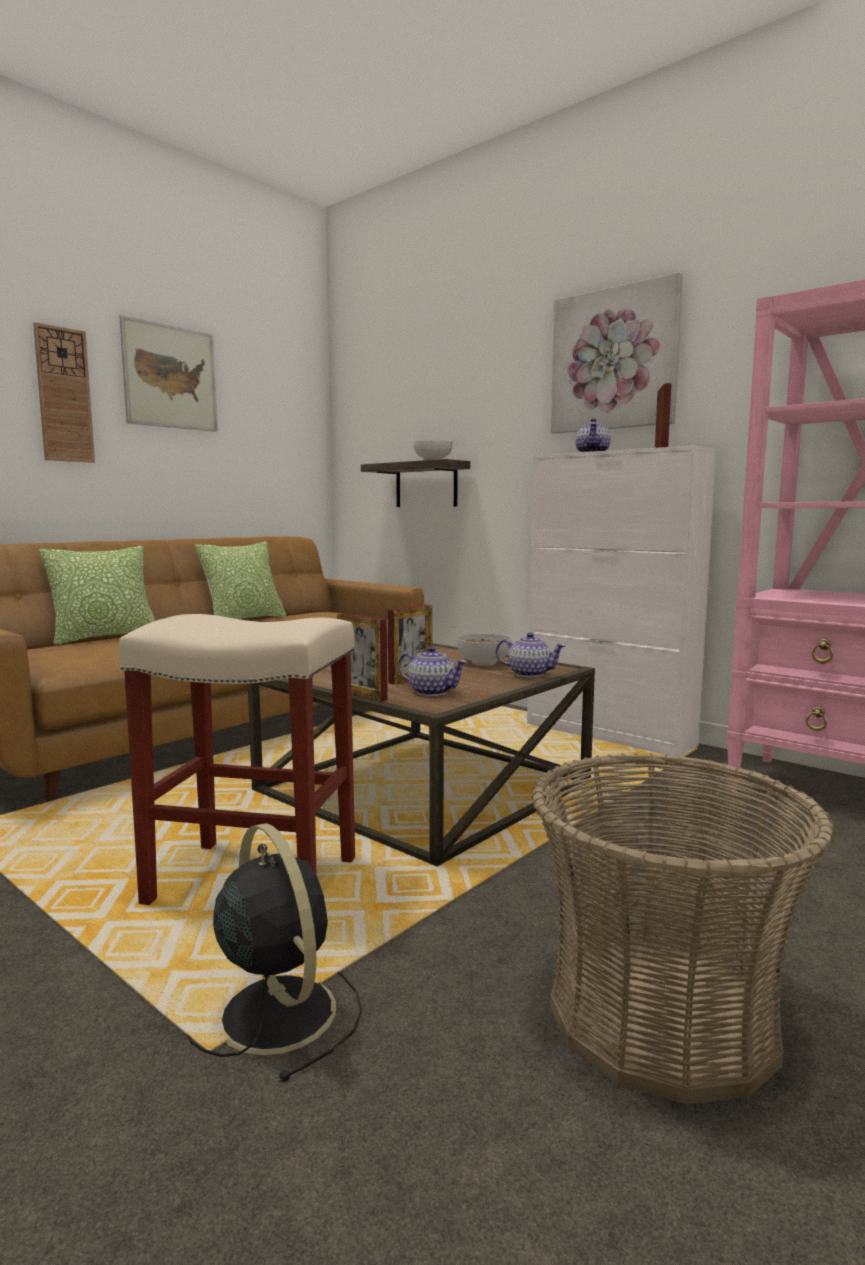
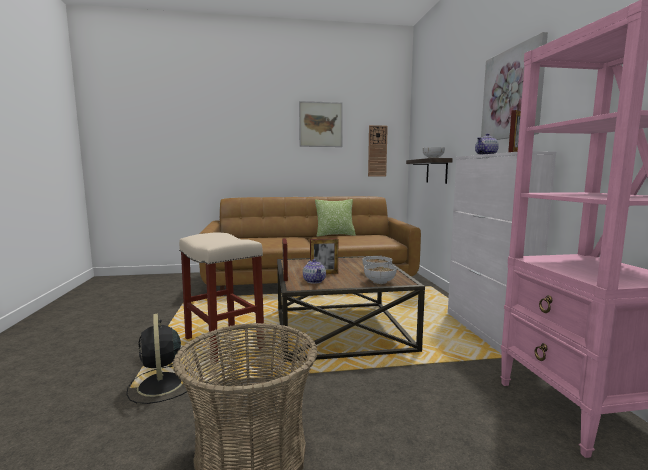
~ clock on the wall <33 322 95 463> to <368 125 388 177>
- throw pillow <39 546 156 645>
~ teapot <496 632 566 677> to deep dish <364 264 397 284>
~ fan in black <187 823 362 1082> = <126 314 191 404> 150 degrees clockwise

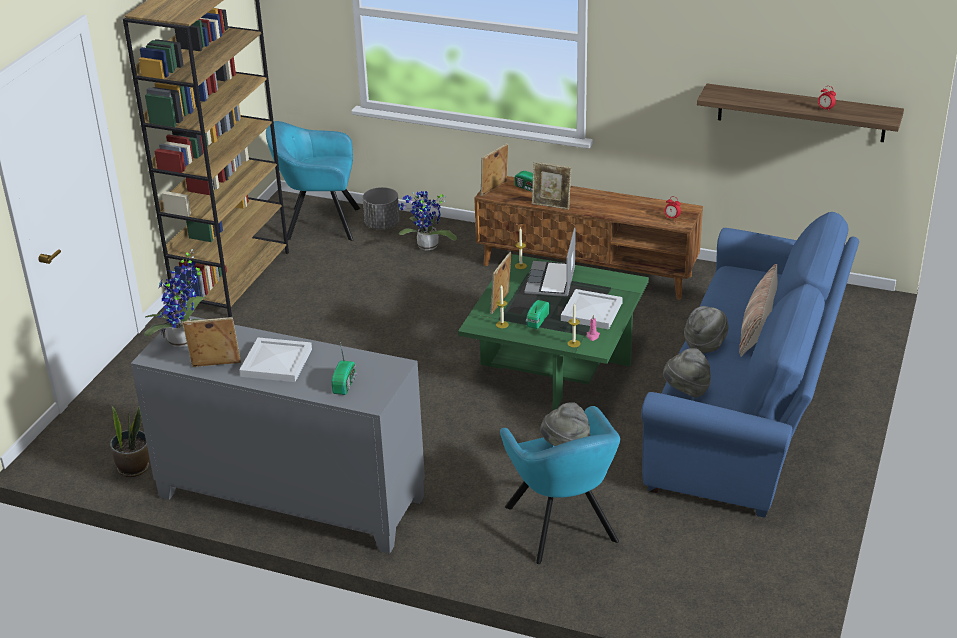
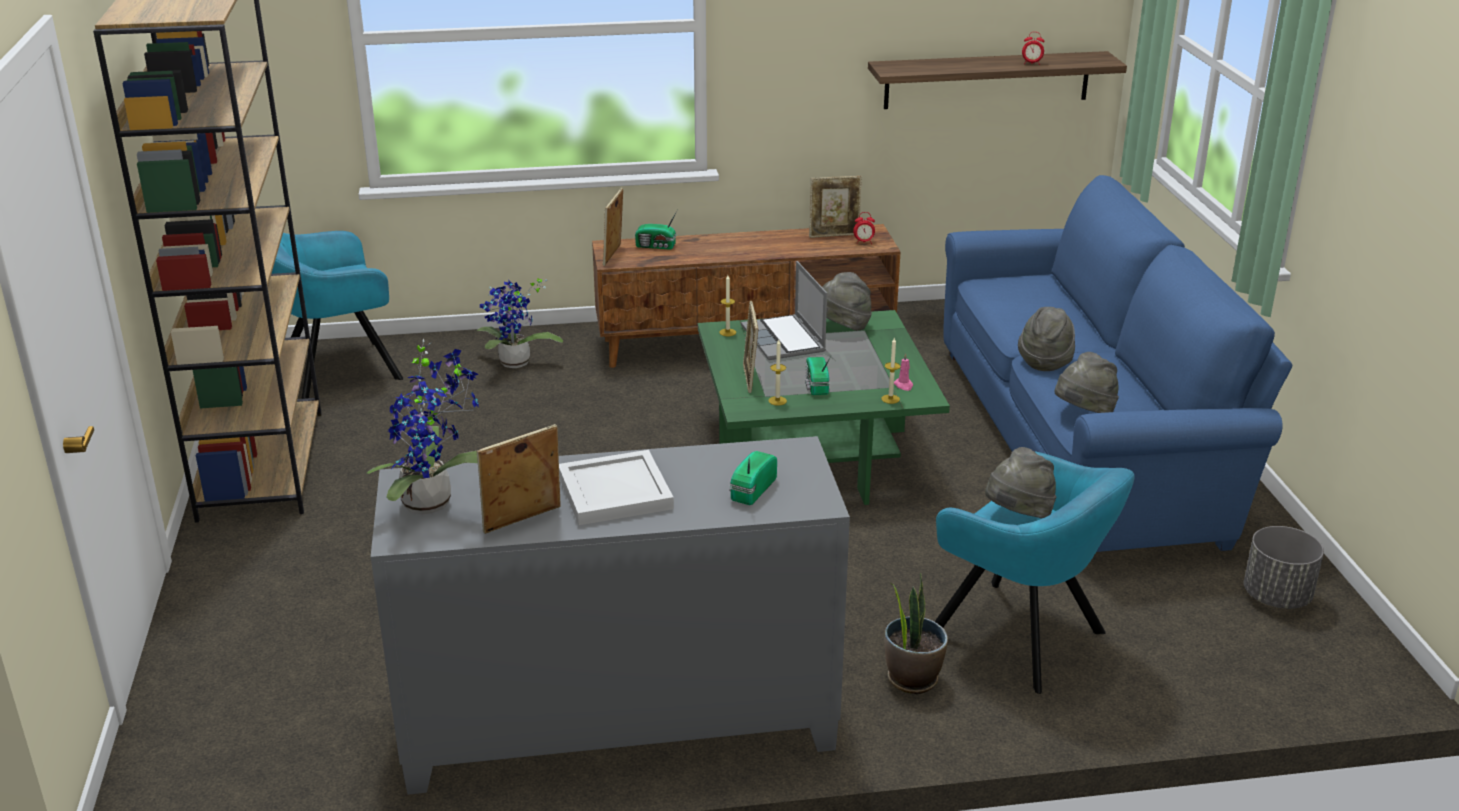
~ picture frame <532 162 571 210> to <809 176 862 238>
~ plant pot in greyish <363 187 400 229> to <1244 526 1324 609>
- throw pillow <739 264 777 357>
- carrying tray in whitish <561 289 623 329>
~ radio set <332 342 357 395> = <729 451 777 505> 135 degrees counterclockwise
~ potted plant <110 405 149 477> to <884 573 948 694>
+ wearable hat in greyish <822 272 872 331>

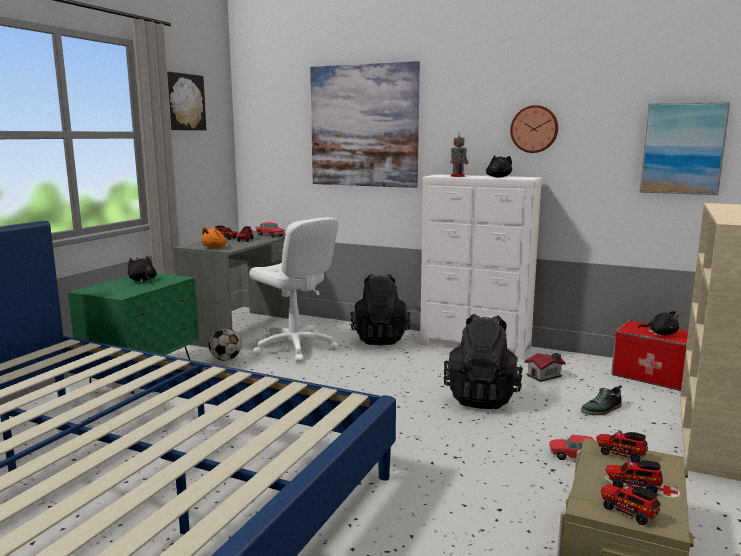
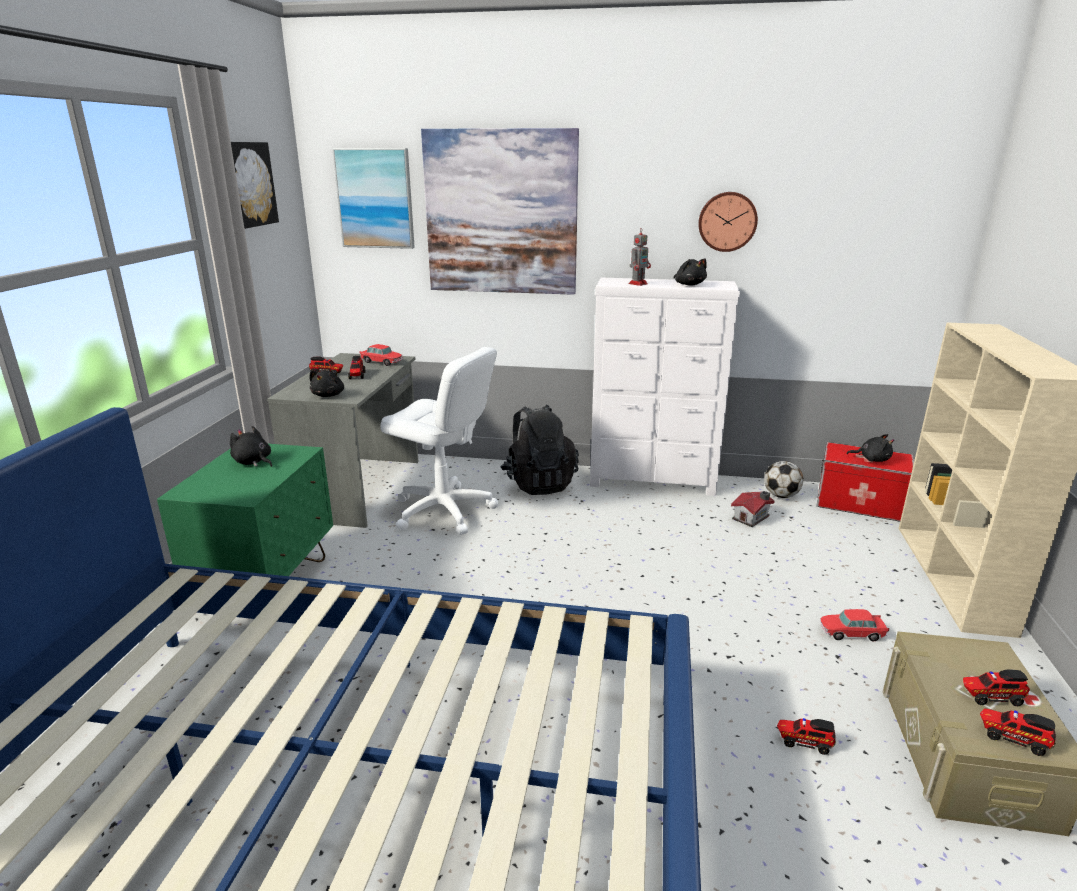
~ wall picture <640 102 730 195> to <332 148 415 249>
~ plush toy in orange-coloured <202 227 227 248> to plush toy in black <309 370 344 397>
- rucksack in black <443 314 523 409>
~ football <209 328 242 361> to <764 461 804 498>
- low shoe <581 385 622 415>
~ toy truck <596 431 648 463> to <777 718 836 755>

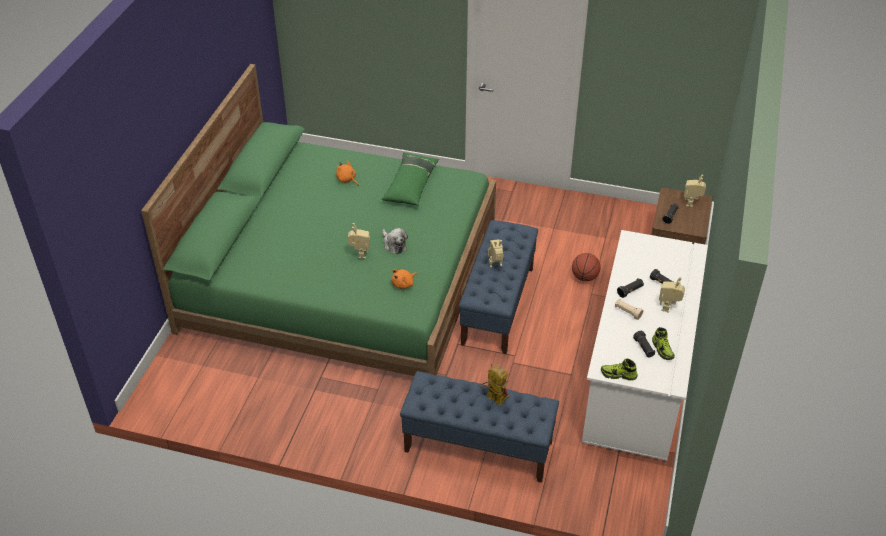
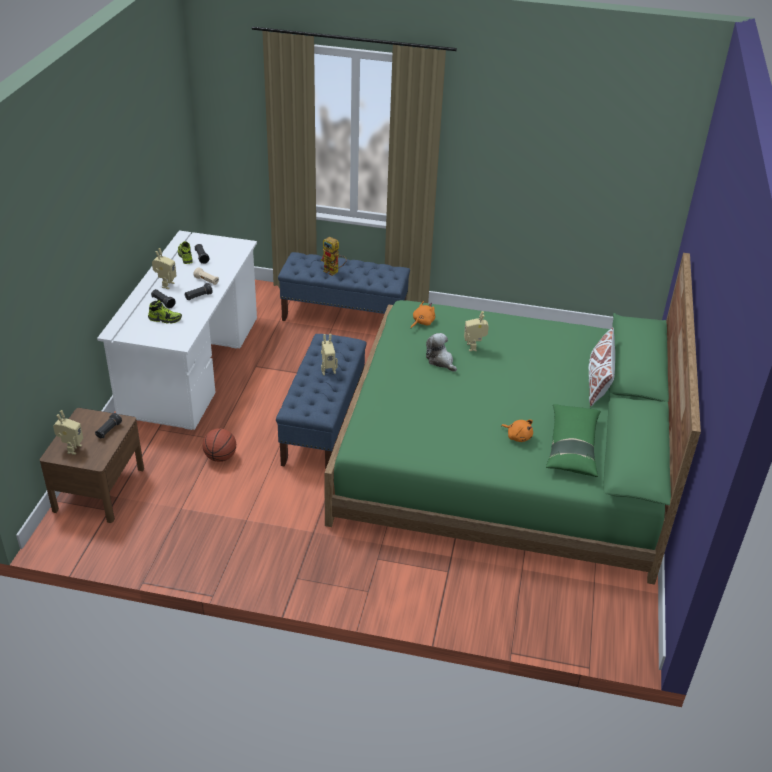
~ throw pillow in green <381 153 439 206> to <546 404 601 477>
~ low shoe <601 358 638 381> to <148 300 182 324>
+ throw pillow in whitish <589 327 615 406>

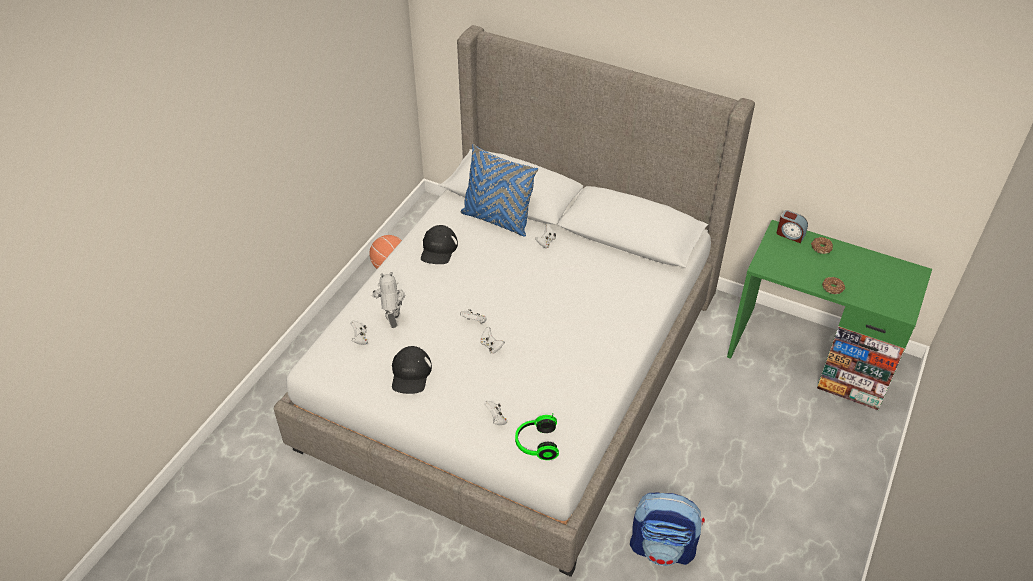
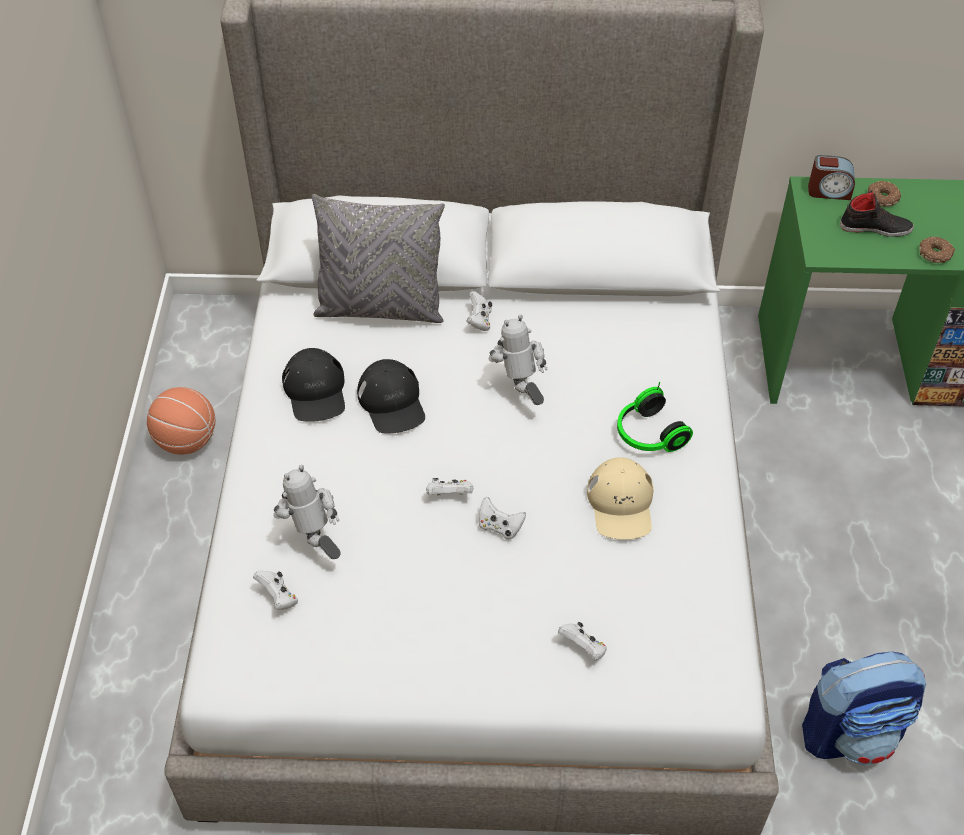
~ throw pillow in bluish <461 144 538 237> to throw pillow in greyish <312 194 445 323>
~ cap in black <392 346 432 394> to <357 359 425 433>
~ pair of headphones <515 414 559 460> to <617 382 693 452>
+ low shoe in black <840 190 914 237>
+ robot figure <489 315 547 405>
+ cap in beige-coloured <587 457 654 540>

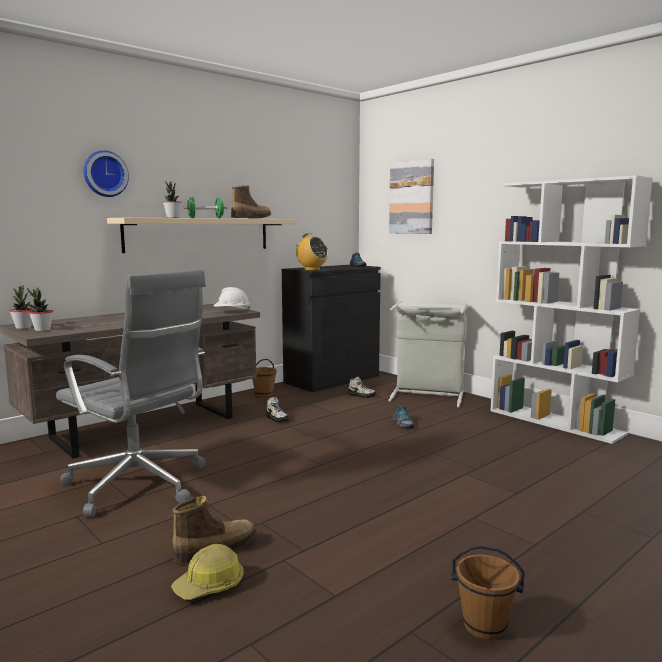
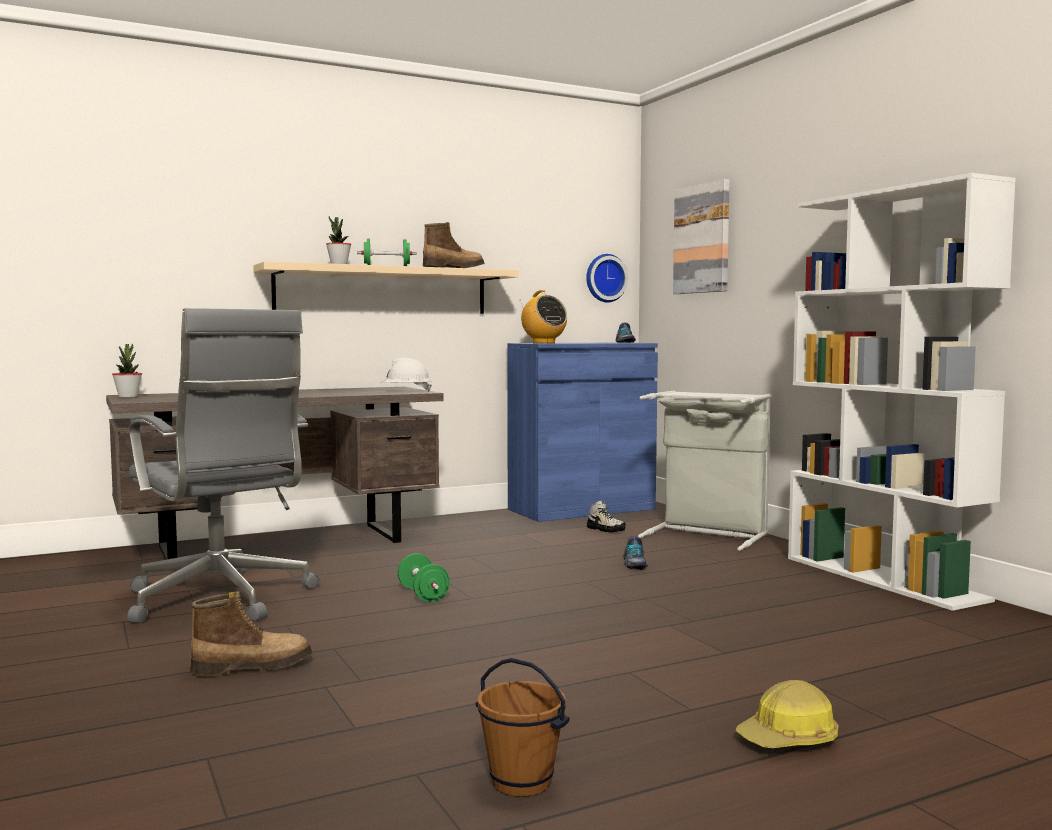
~ clock on the wall <83 150 129 197> to <586 254 628 302>
~ storage cabinet in black <282 265 381 392> to storage cabinet in bluish <507 342 658 522>
- potted plant <27 288 53 331>
- bucket in brown <252 359 276 397>
- low shoe <266 397 289 422>
~ hard hat <171 544 244 600> to <736 680 838 748>
+ free weight in green <398 553 450 602>

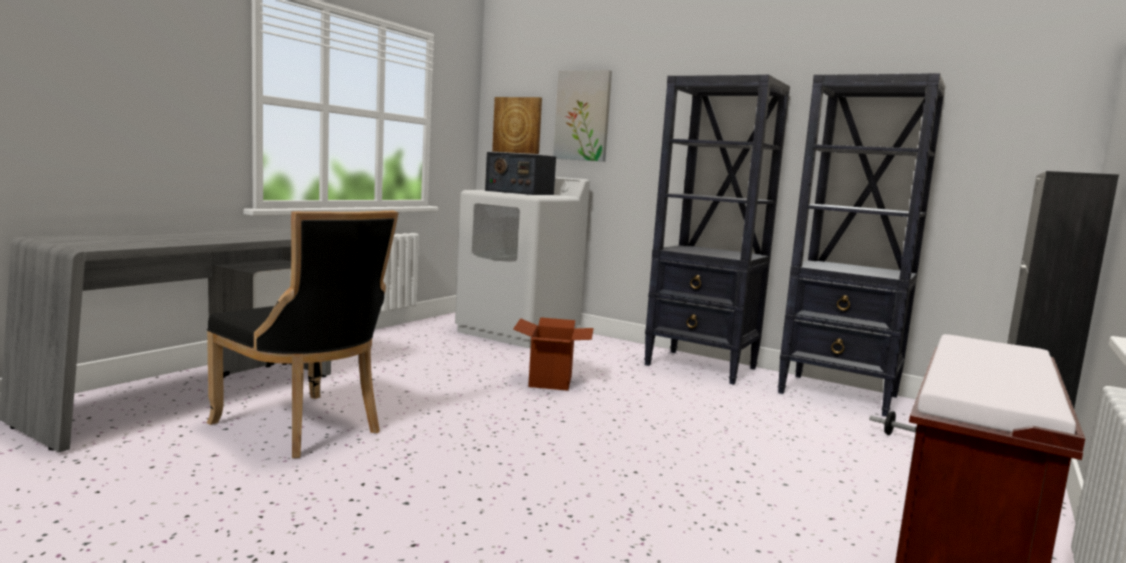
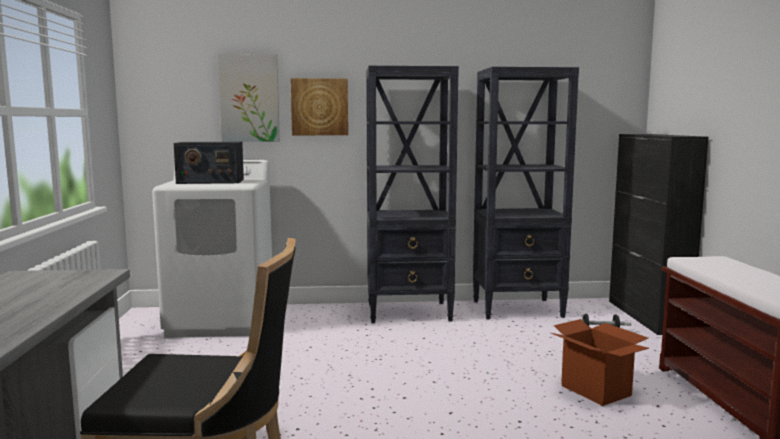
~ wall picture <492 97 542 154> to <290 78 348 135>
~ carton <513 317 594 391> to <551 319 649 406>

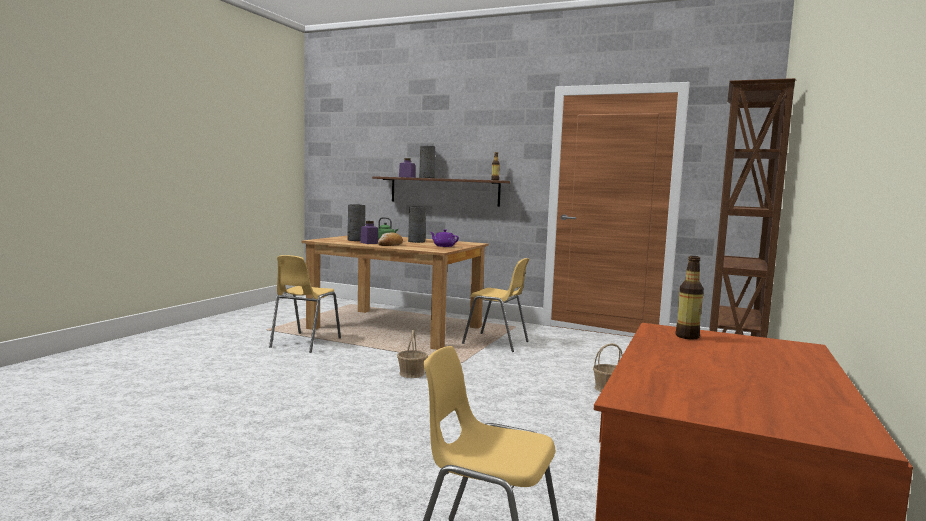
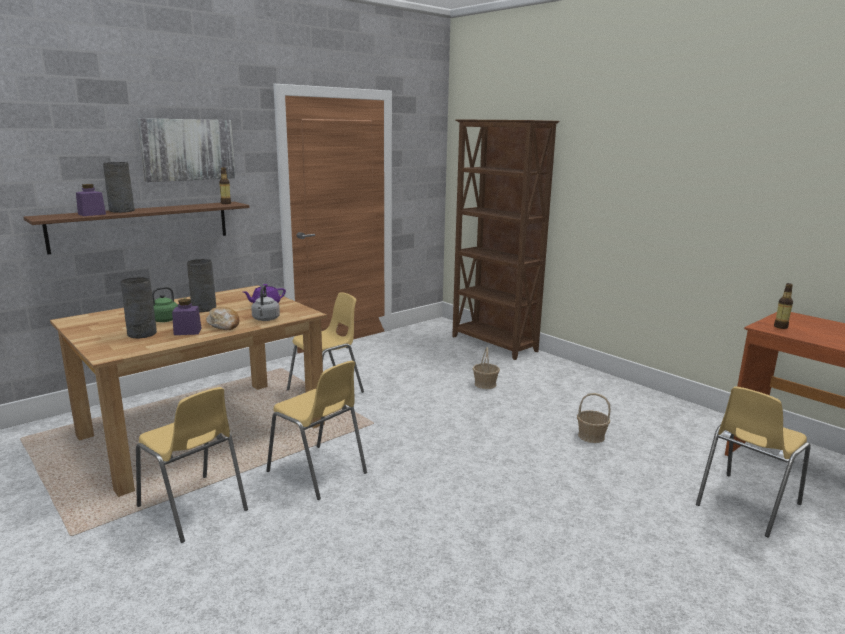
~ storage basket <397 330 428 378> to <577 393 611 443>
+ wall picture <138 118 235 182>
+ water kettle in greyish <251 285 280 321>
+ upright chair in yellowish <266 361 367 500>

